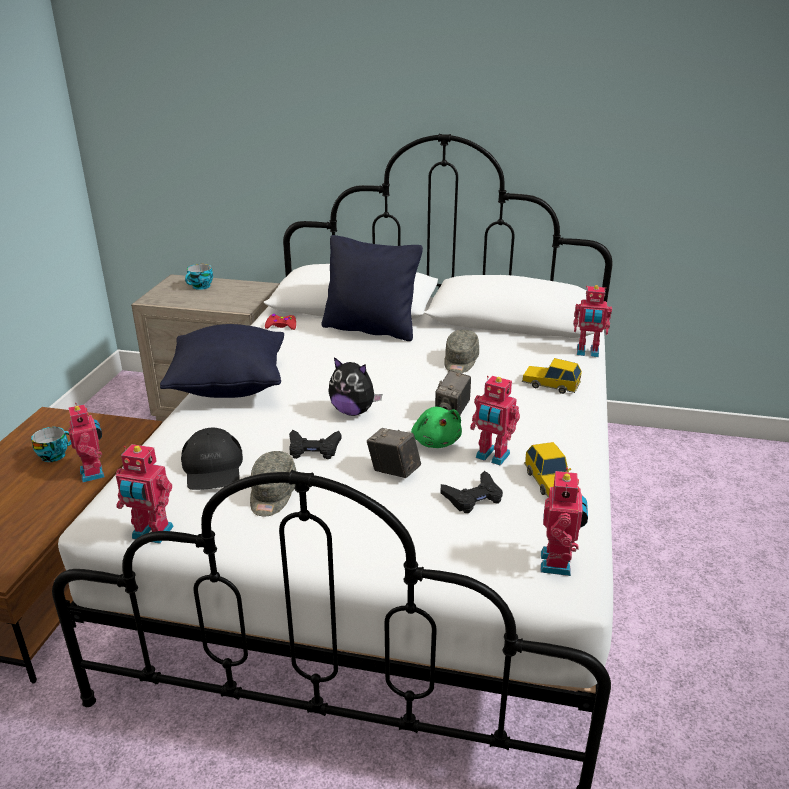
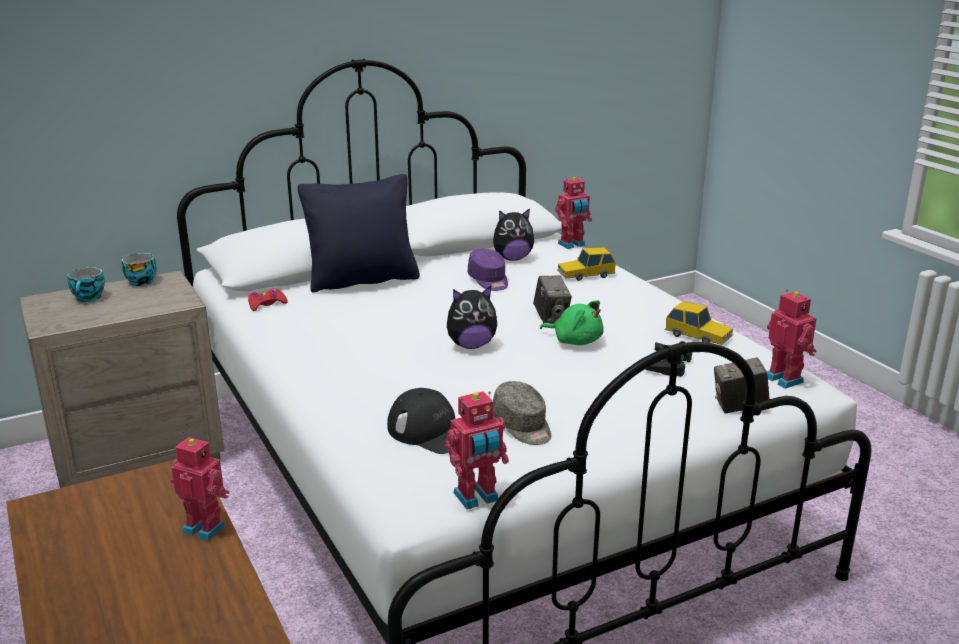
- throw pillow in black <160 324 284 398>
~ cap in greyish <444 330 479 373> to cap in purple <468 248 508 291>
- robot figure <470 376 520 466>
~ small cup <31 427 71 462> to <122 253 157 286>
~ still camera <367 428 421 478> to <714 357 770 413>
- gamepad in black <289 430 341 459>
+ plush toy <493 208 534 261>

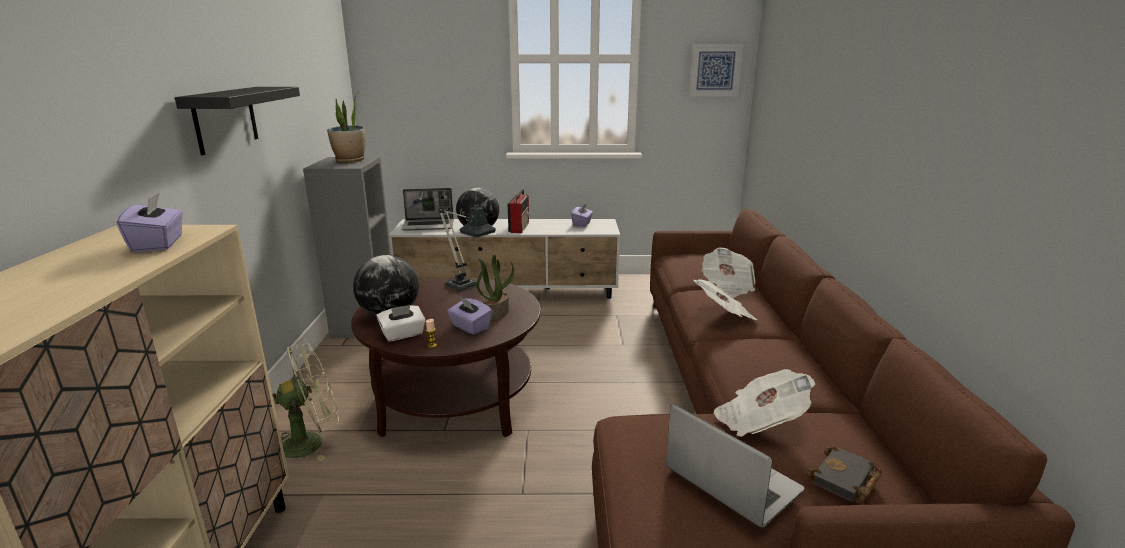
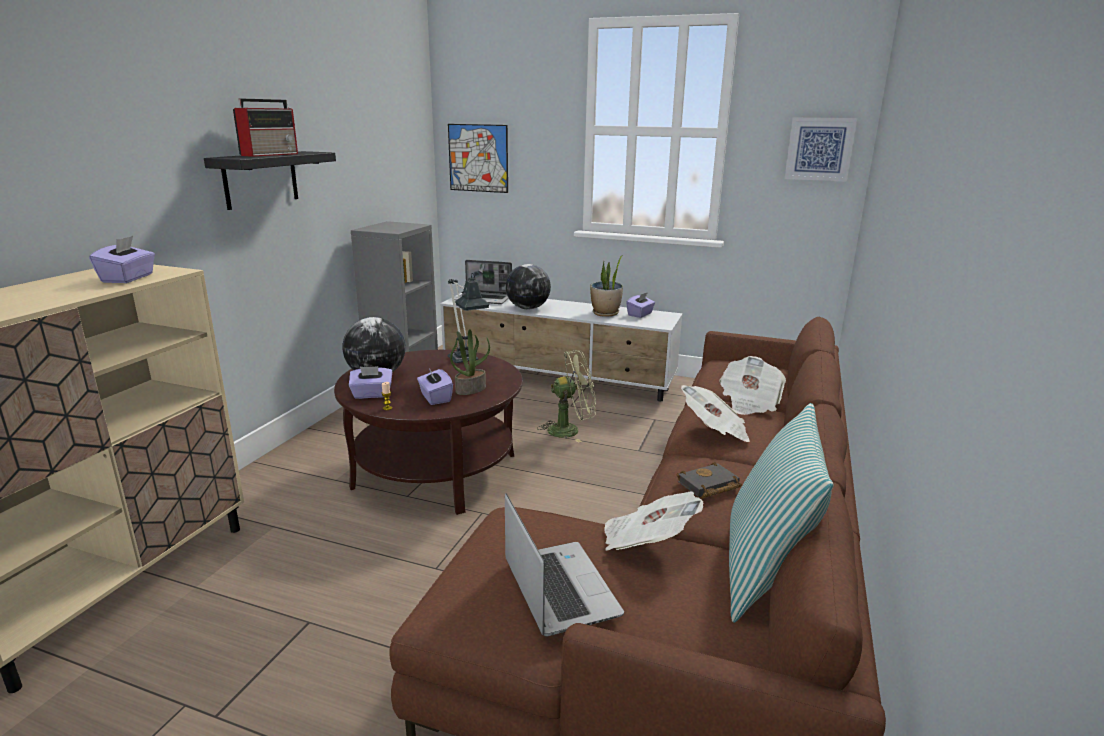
~ potted plant <327 92 365 162> to <590 255 623 317>
~ radio set <507 189 529 233> to <233 98 298 157>
~ tissue holder in whitish <376 305 426 342> to tissue holder in purple <349 366 392 399>
~ fan in green <272 342 339 461> to <537 350 596 443>
~ volume in black <806 446 882 503> to <677 462 742 498>
+ wall picture <448 124 508 193>
+ throw pillow <729 403 834 623>

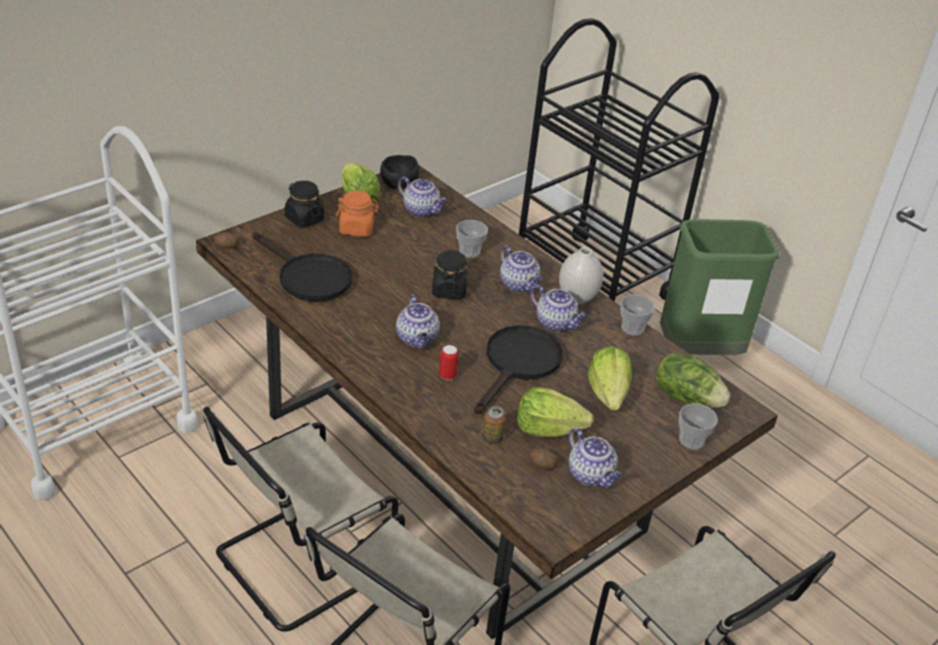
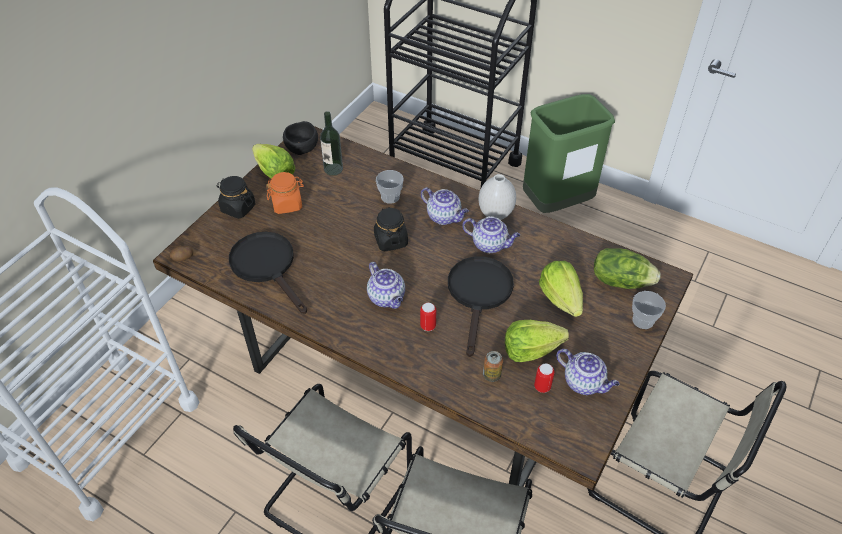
~ teapot <398 177 448 217> to beverage bottle <320 111 343 176>
~ frying pan in black <252 232 352 302> = <229 232 307 314> 150 degrees counterclockwise
- small cup <621 295 655 336>
~ whole potato <529 448 559 470> to can <534 363 555 393>

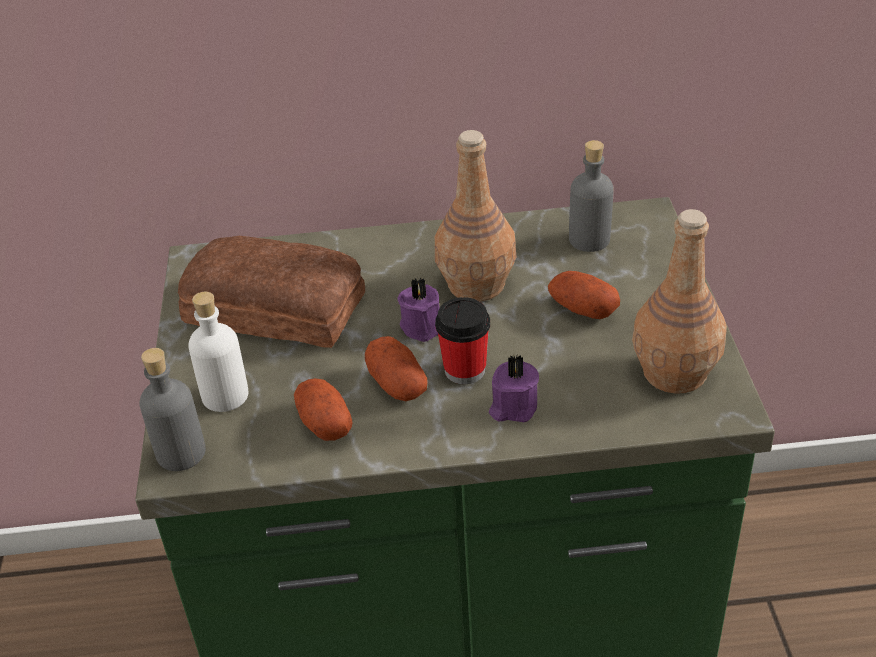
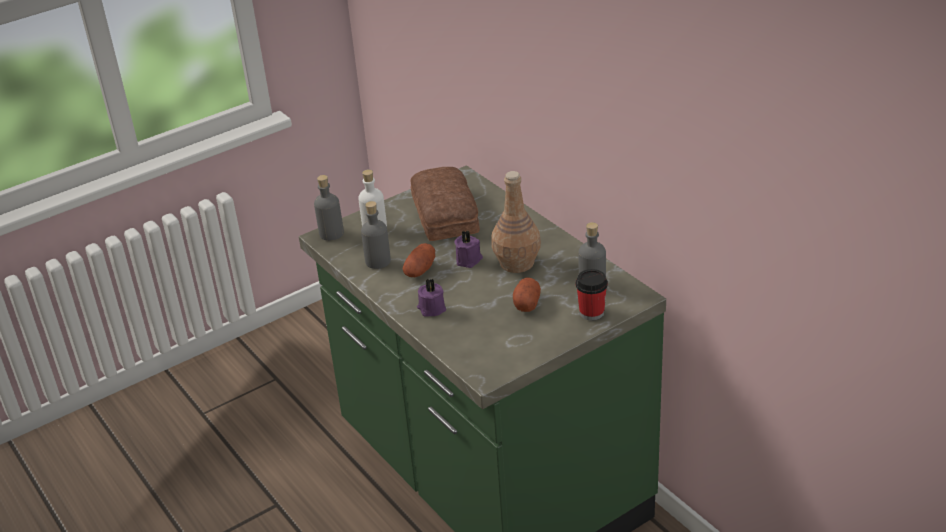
- beverage bottle in brown <632 209 727 394>
~ small cup <435 297 490 384> to <576 269 608 321>
~ whole potato <294 378 353 441> to beverage bottle in greyish <361 201 391 269>

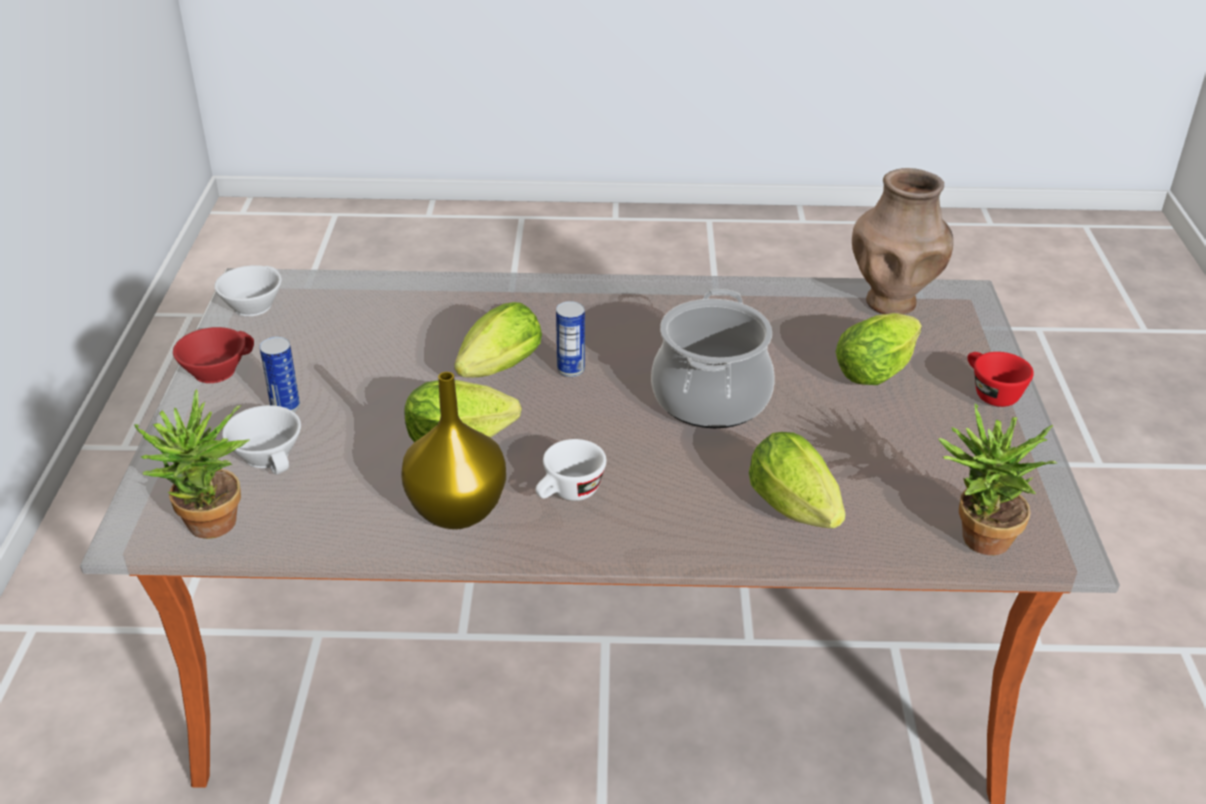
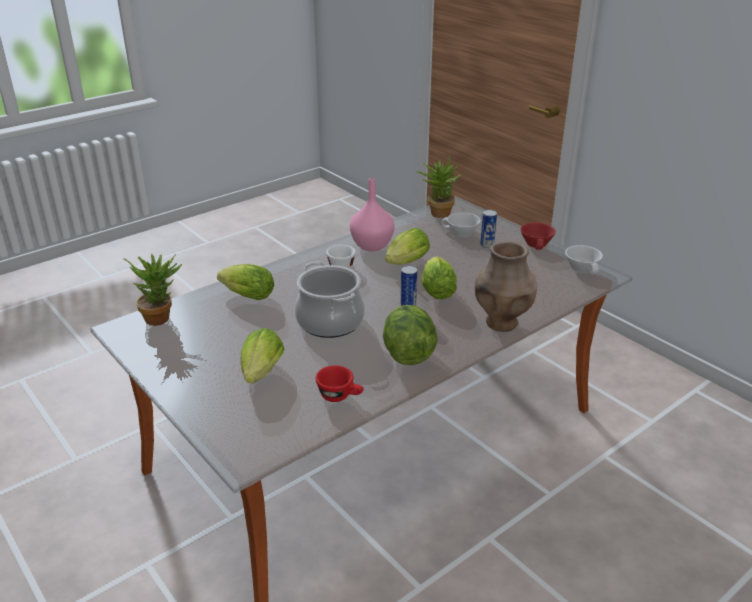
~ flower vase in brown <852 168 953 314> to <475 241 537 332>
~ small cup in red <967 352 1034 407> to <316 365 364 402>
~ flower vase in yellowish <401 372 506 529> to flower vase in pink <350 178 394 251>
+ lettuce head <383 305 438 365>

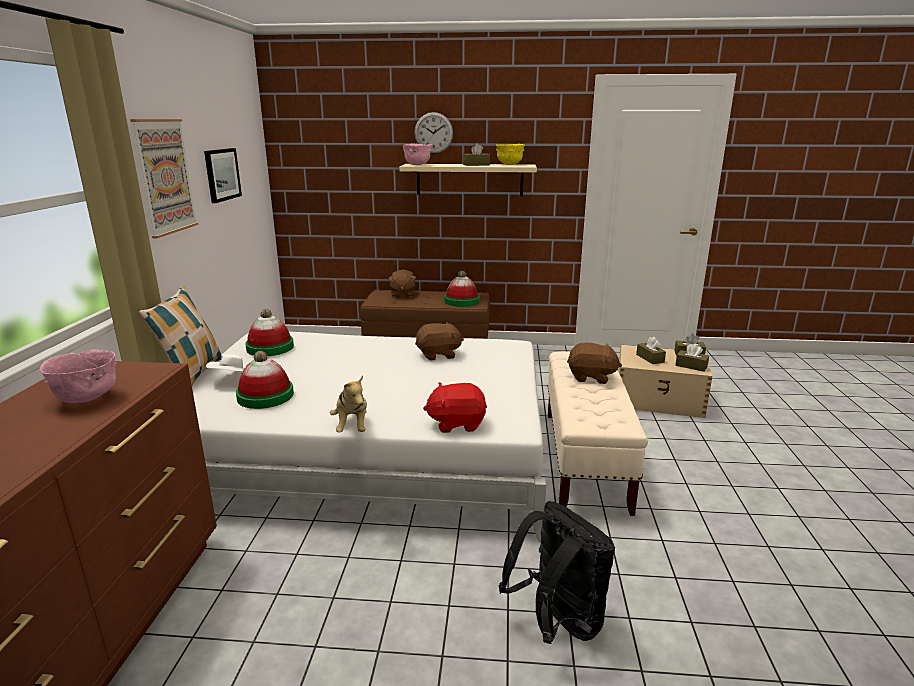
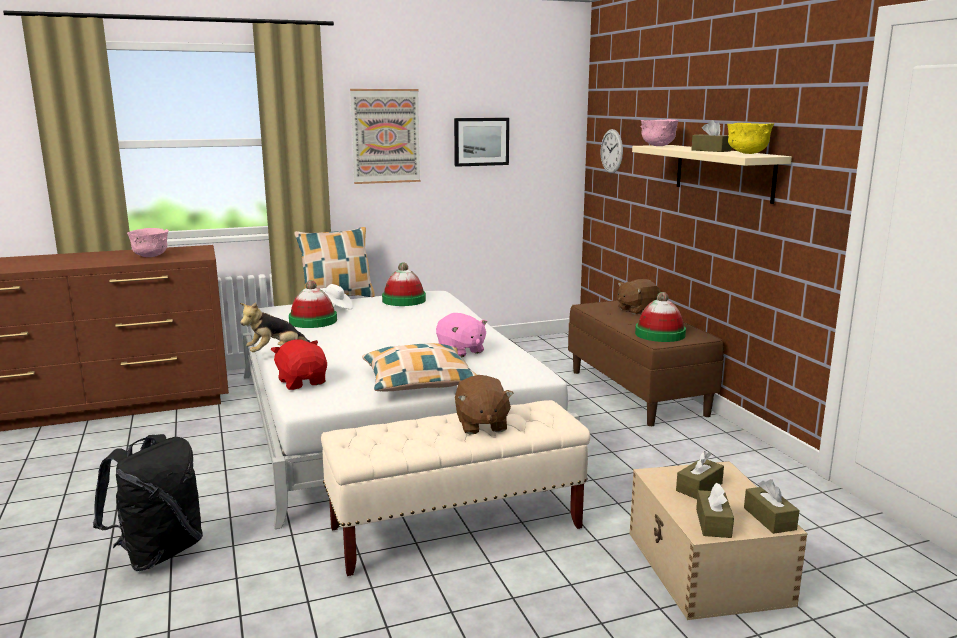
~ clock on the wall <414 112 453 153> to <600 129 623 173>
~ plush toy in brown <415 322 464 361> to plush toy in pink <436 313 487 357>
+ throw pillow <362 343 477 392>

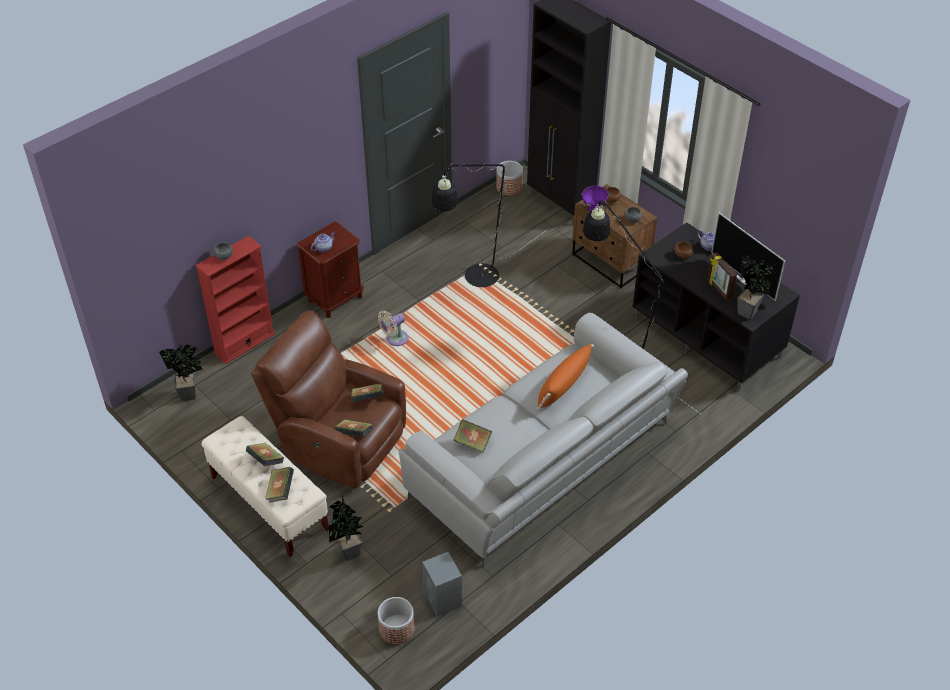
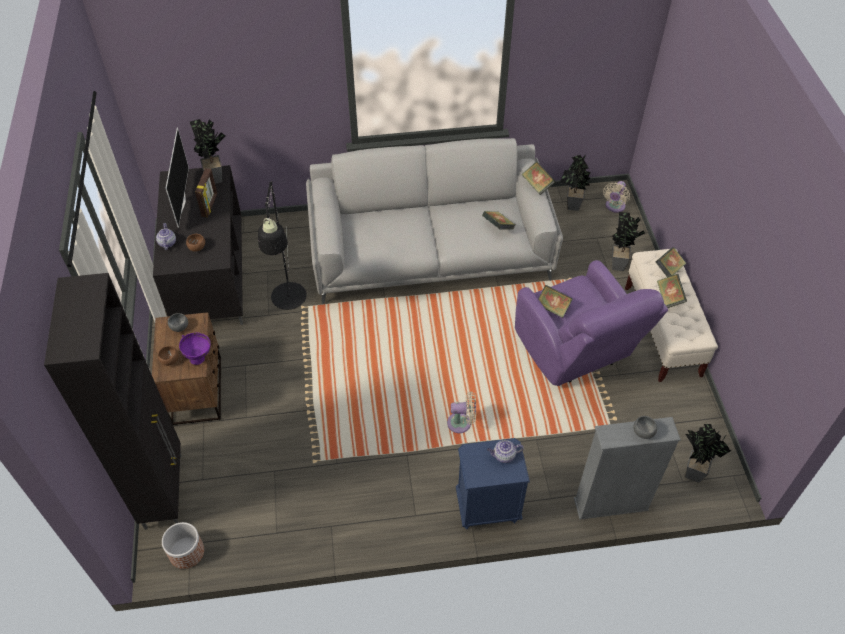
- floor lamp in black <432 163 547 287>
~ bedside table in brown <296 221 364 318> to bedside table in bluish <456 438 530 529>
~ bookshelf in red <195 235 275 364> to bookshelf in greyish <574 417 681 520>
~ armchair in brown <251 311 406 489> to armchair in purple <515 260 668 386>
- throw pillow in orange-coloured <537 344 594 410>
~ volume <334 419 373 437> to <521 162 555 195>
~ audio speaker in greyish <422 552 462 617> to potted plant <560 155 591 211>
~ plant pot <378 597 414 644> to fan in beige-coloured <603 181 630 213>

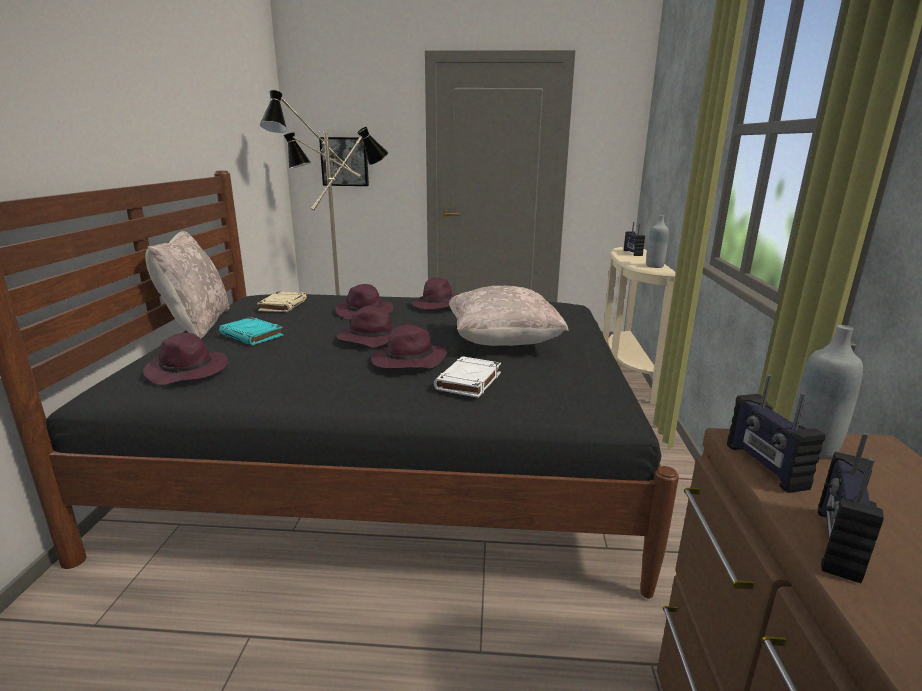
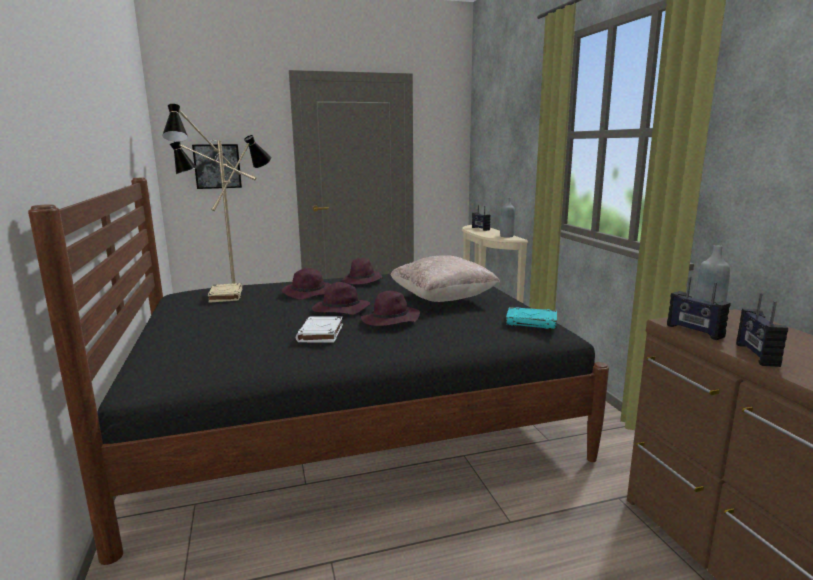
- throw pillow in beige-coloured <145 231 230 339>
~ volume in turquoise-coloured <219 317 283 345> to <506 307 557 329>
- wearable hat in purple <143 333 228 385>
~ volume in whitish <434 356 501 398> to <296 316 343 343>

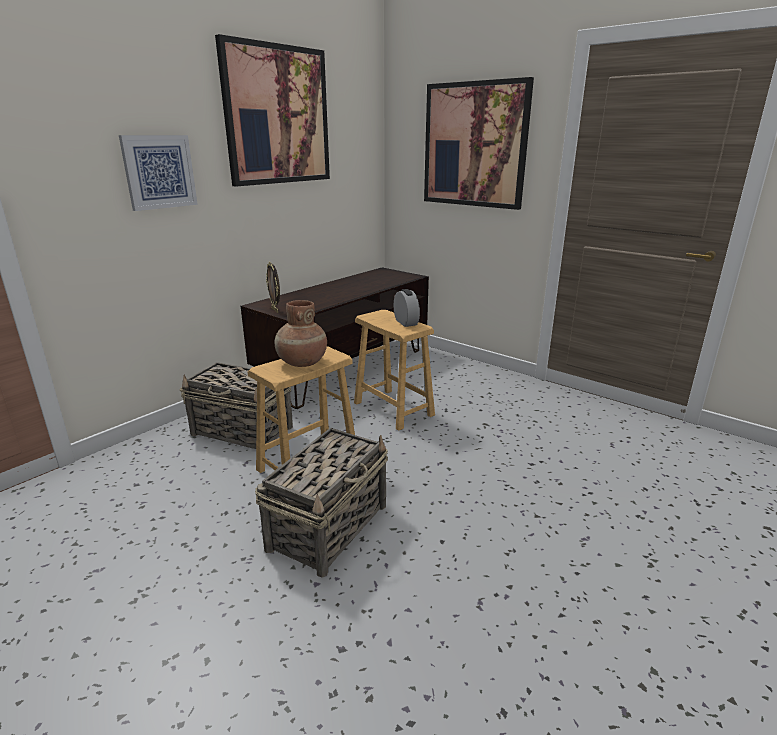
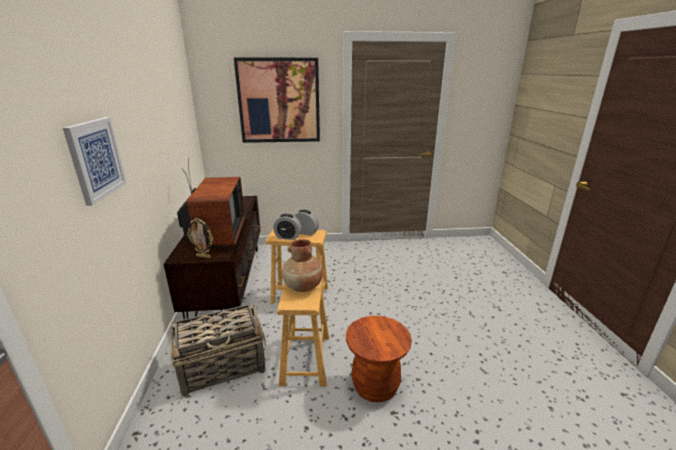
- wall picture <215 34 330 186>
~ storage basket <255 428 388 577> to stool in brown <346 316 412 402>
+ TV <177 157 245 247>
+ alarm clock <273 214 302 240>

